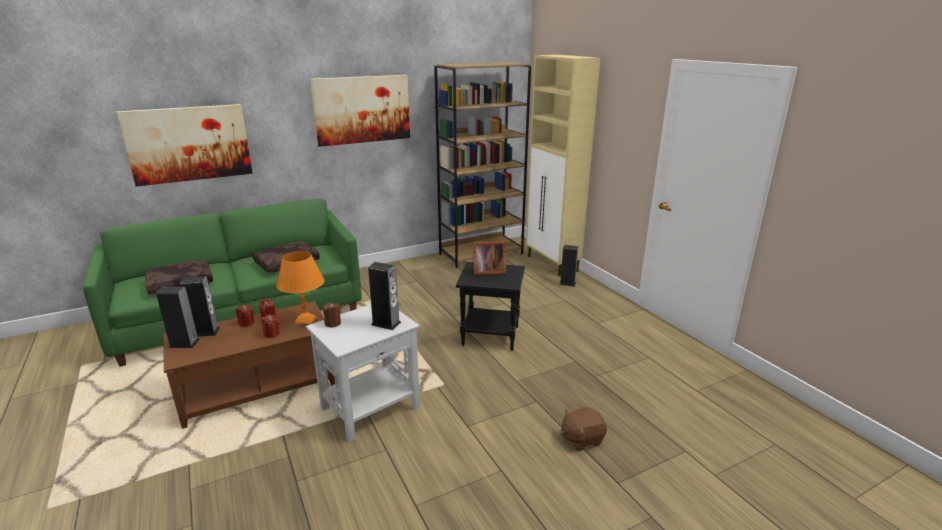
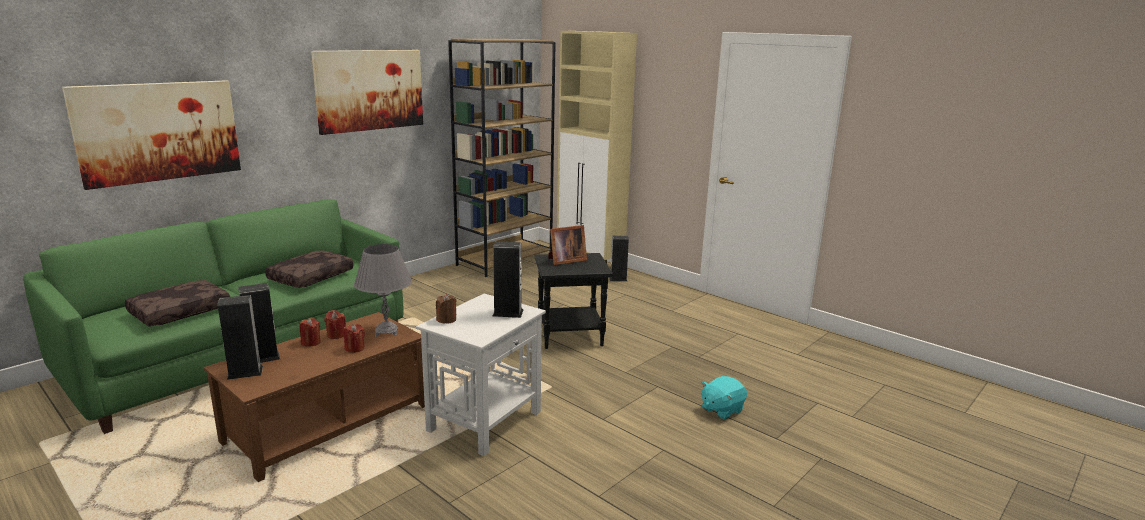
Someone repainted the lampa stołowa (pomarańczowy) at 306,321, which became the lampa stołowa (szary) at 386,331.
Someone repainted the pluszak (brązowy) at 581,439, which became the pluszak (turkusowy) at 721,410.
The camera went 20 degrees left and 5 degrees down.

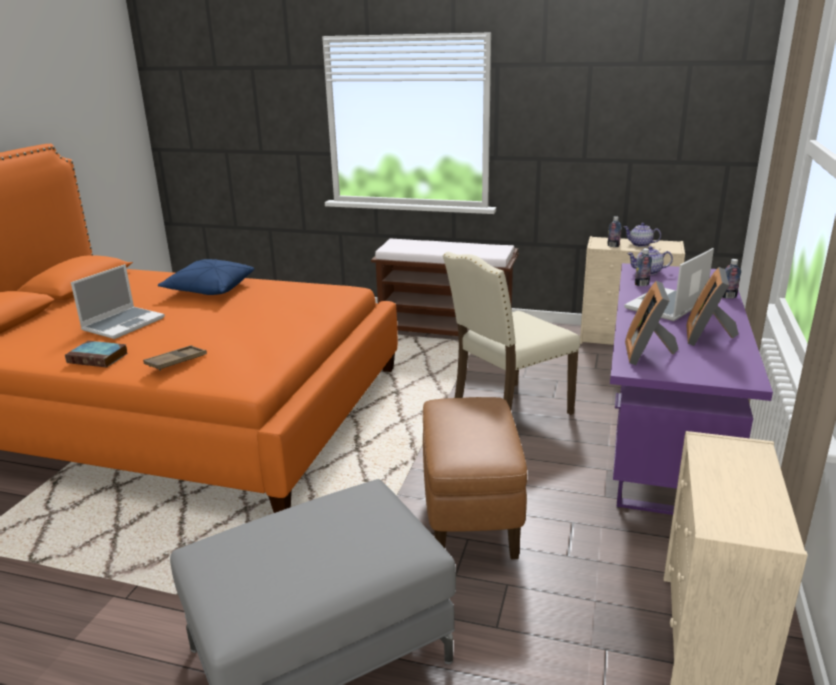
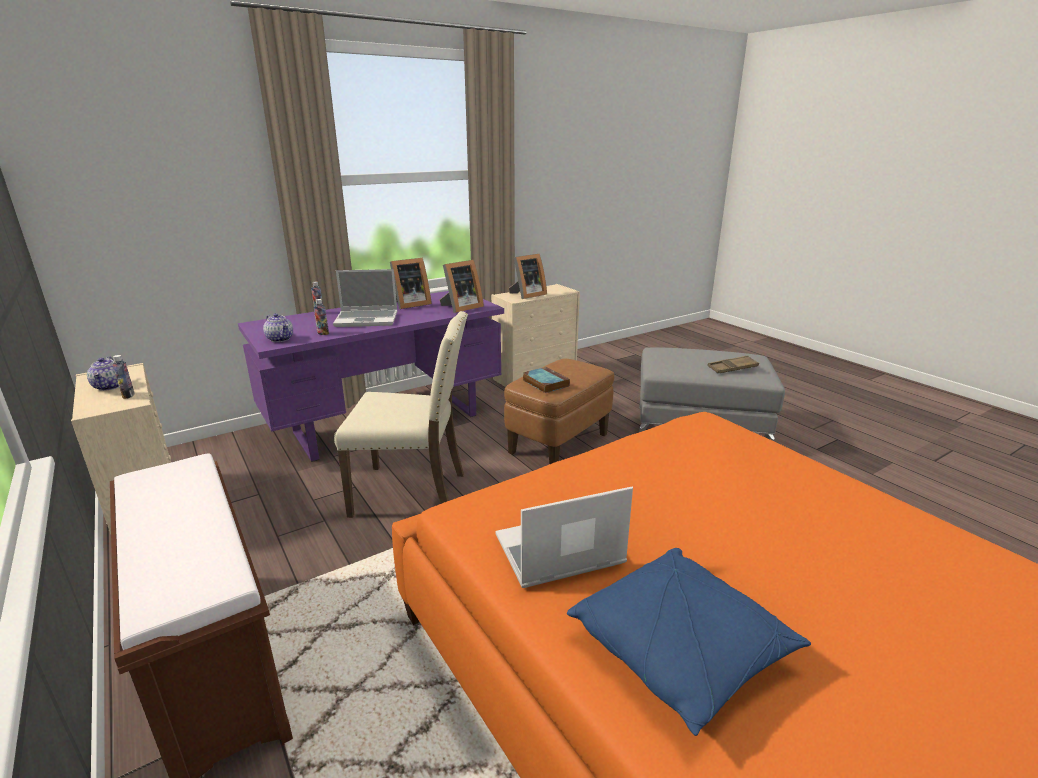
Someone carried the laptop from 123,324 to 558,552.
Someone carried the książka from 99,358 to 544,383.
Someone carried the taca (brązowy) from 176,361 to 732,368.
Someone put down the ramka na zdjęcie at 527,295.
The camera went 140 degrees left and 0 degrees up.

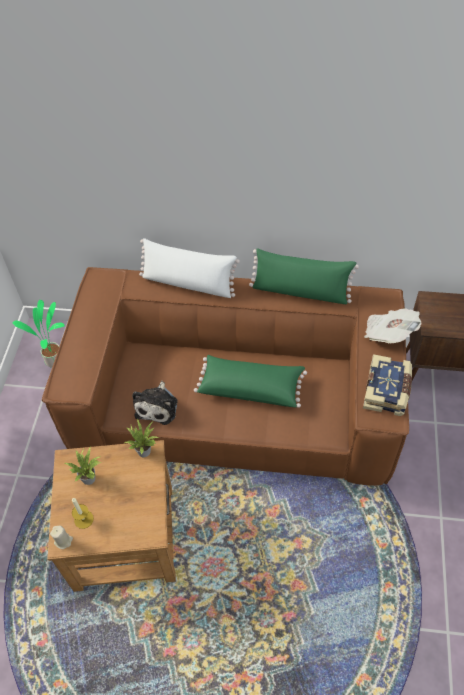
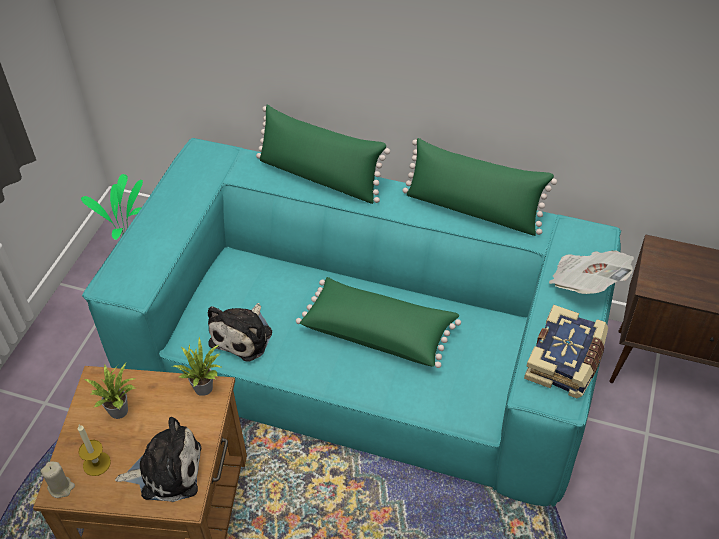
Someone repainted the poduszka (biały) at 188,283, which became the poduszka (zielony) at 320,177.
Someone repainted the kanapa (brązowy) at 235,403, which became the kanapa (turkusowy) at 362,359.
Someone put down the pluszak at 166,470.
The camera went 10 degrees right and 5 degrees down.

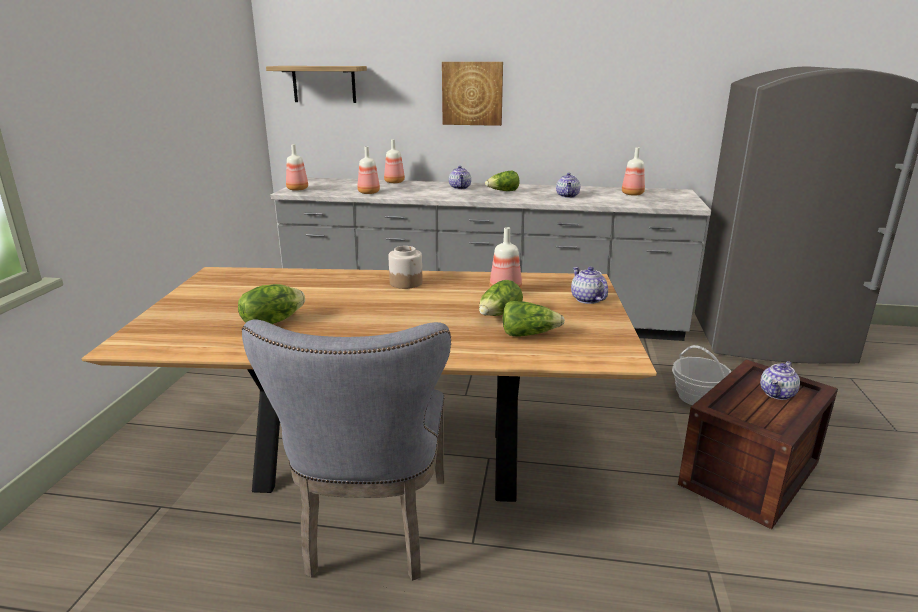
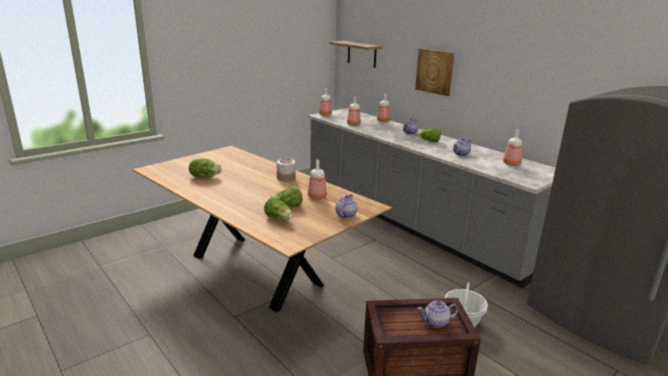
Someone took away the krzesło (szary) at 373,531.
The camera went 40 degrees right and 0 degrees up.

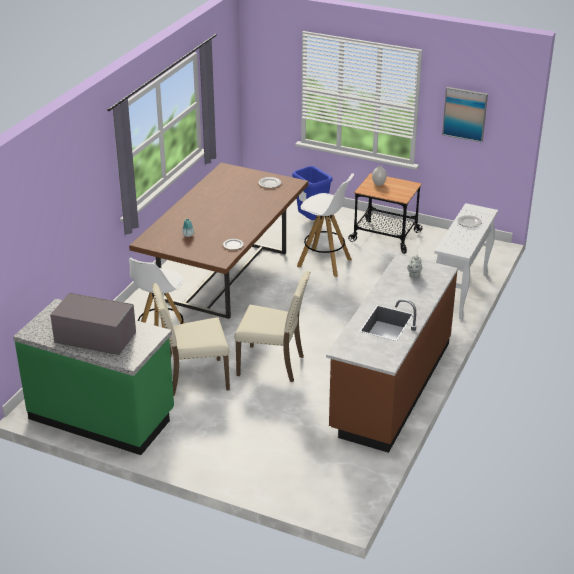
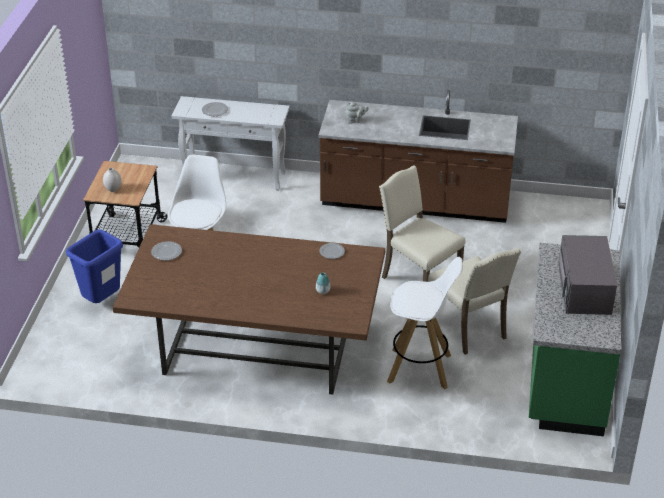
Someone took away the obraz at 465,114.
Someone rotated the krzesło (beżowy) at 272,365 by 45 degrees counterclockwise.
The camera went 105 degrees left and 5 degrees up.

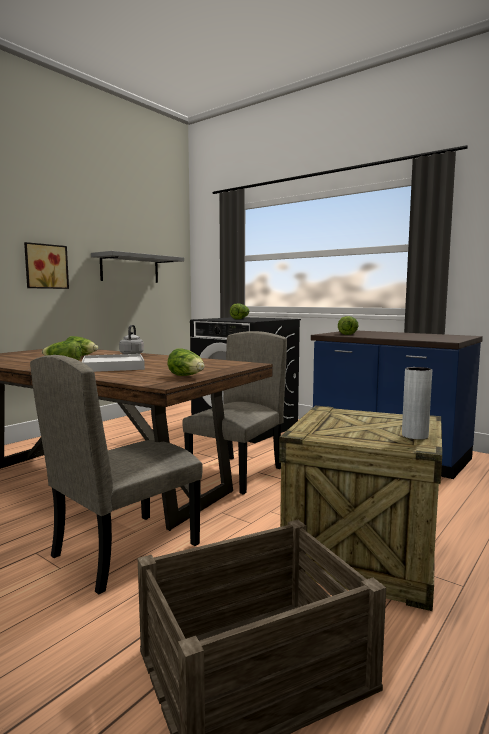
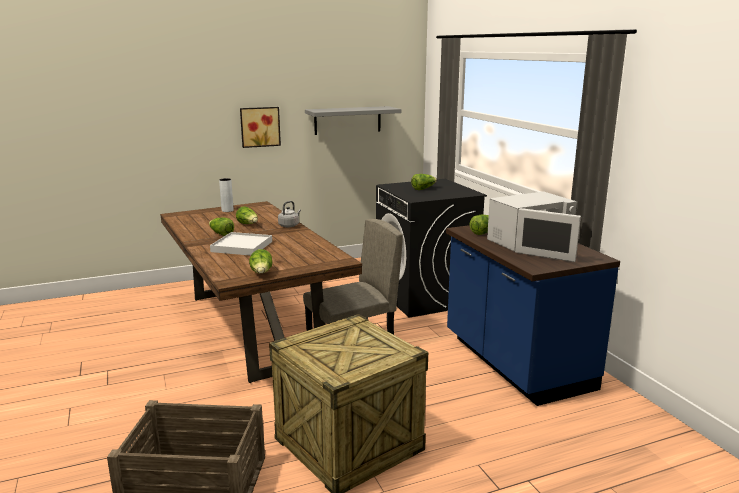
Someone took away the krzesło (beżowy) at 125,549.
Someone carried the wazon (szary) from 415,436 to 227,210.
Someone put down the mikrofalówka (biały) at 529,243.
The camera went 30 degrees right and 10 degrees up.

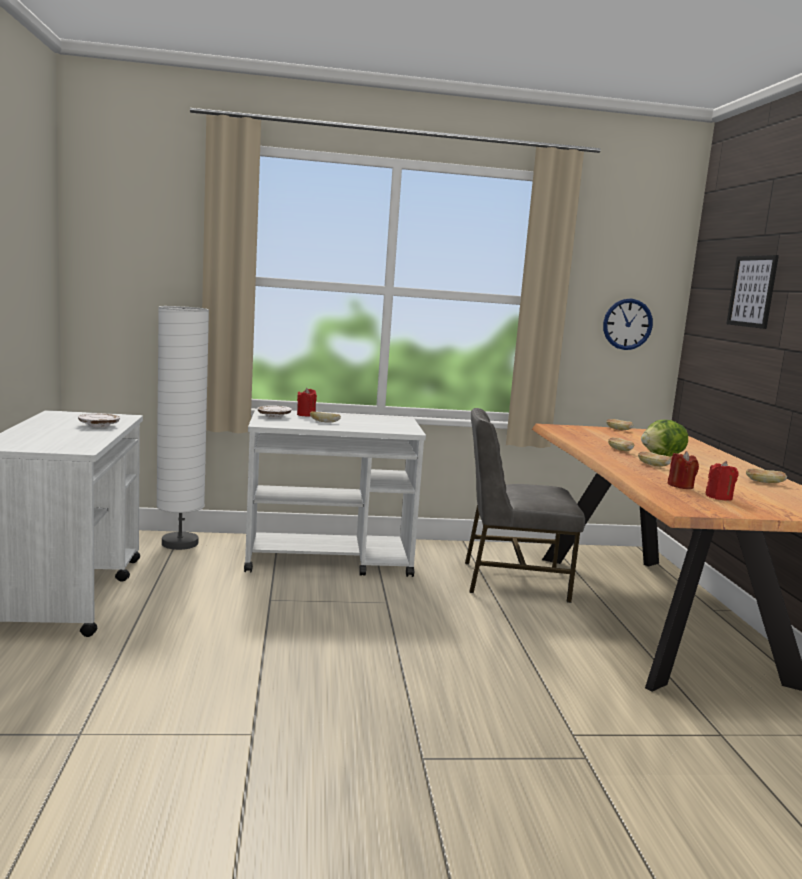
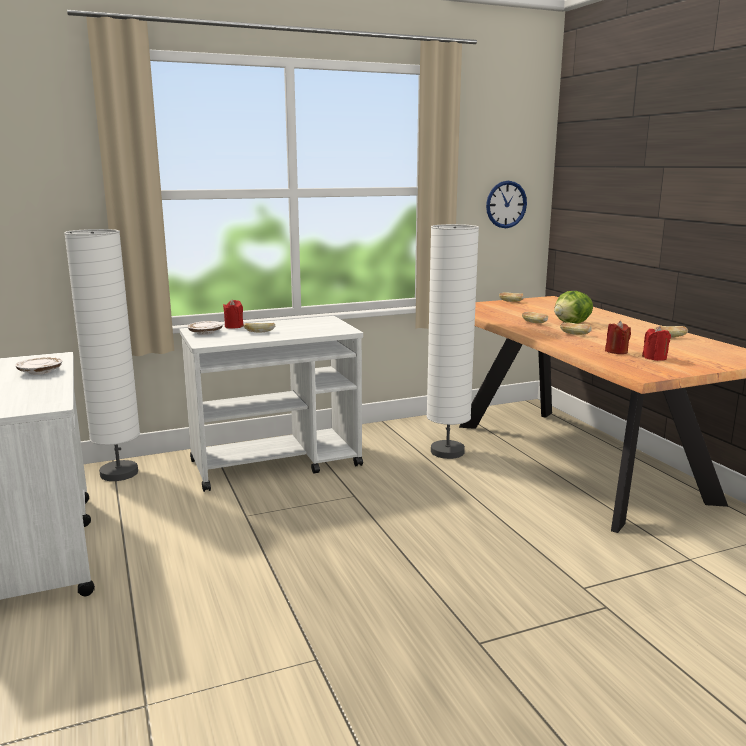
Someone took away the obraz at 752,291.
Someone swapped the krzesło (szary) at 512,580 for the lampa stojąca (biały) at 447,452.
The camera went 15 degrees left and 5 degrees up.

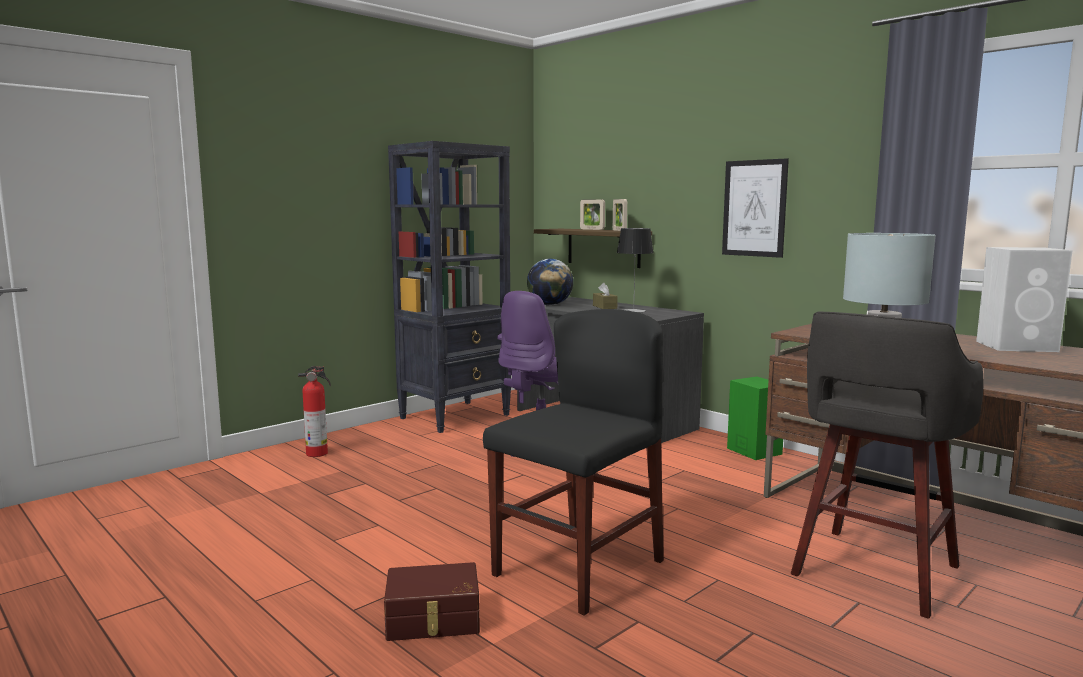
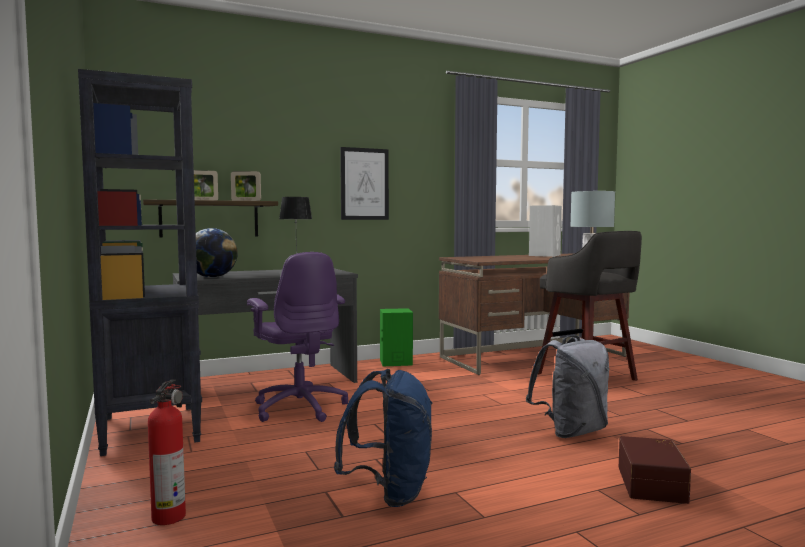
Someone took away the pudełko chusteczek (brązowy) at 604,307.
Someone swapped the krzesło (czarny) at 578,568 for the plecak (szary) at 571,431.
Someone put down the plecak (niebieski) at 389,492.
The camera went 70 degrees left and 5 degrees down.

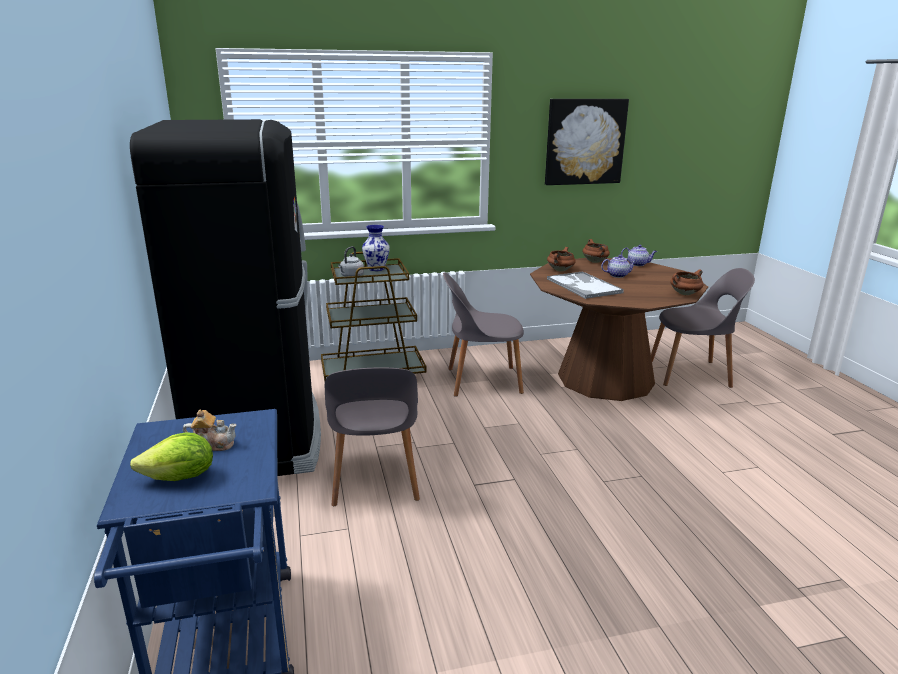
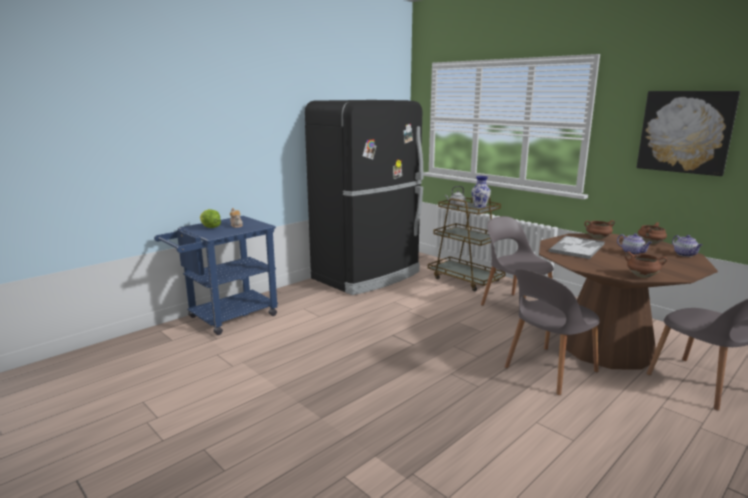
Someone carried the krzesło (szary) from 374,479 to 549,370.
The camera went 60 degrees right and 5 degrees down.

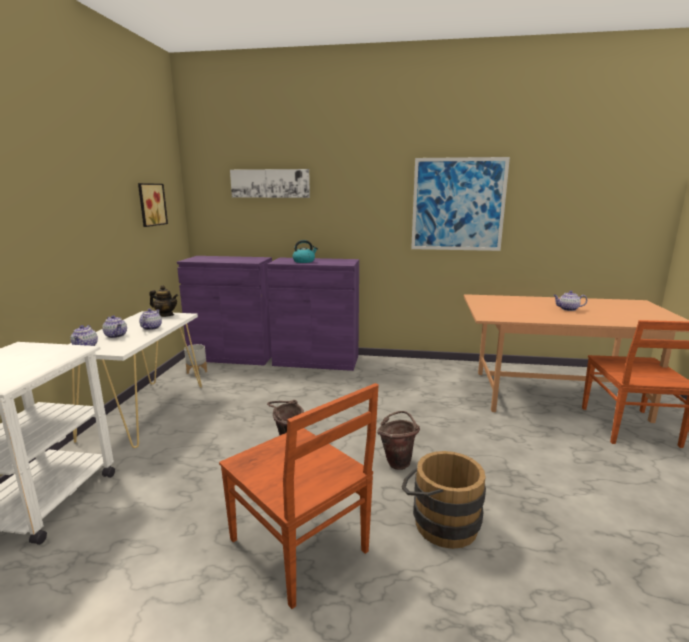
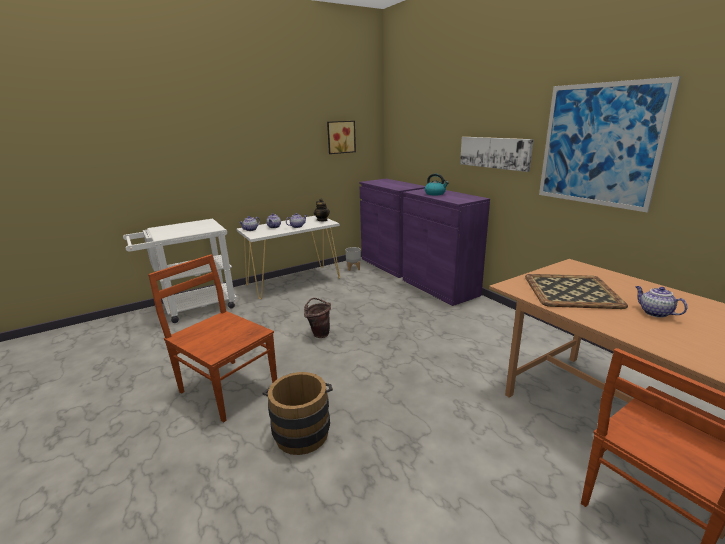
Someone carried the obraz from 270,183 to 494,152.
Someone rotated the krzesło (brązowy) at 300,547 by 120 degrees clockwise.
Someone took away the wiadro (brązowy) at 398,461.
Someone put down the taca at 572,291.
The camera went 50 degrees right and 5 degrees up.

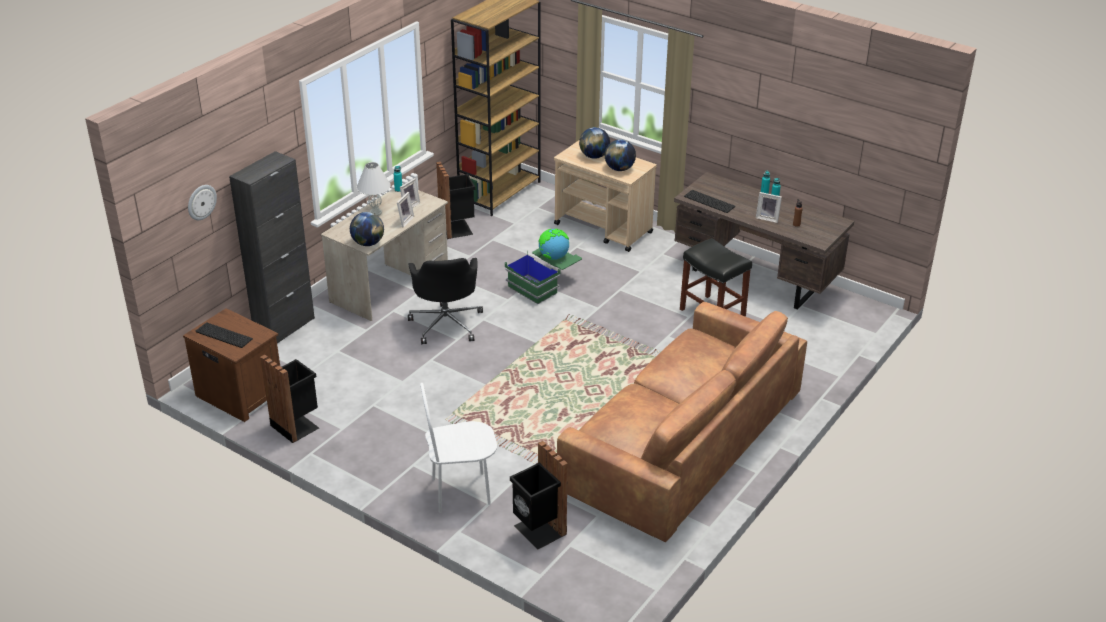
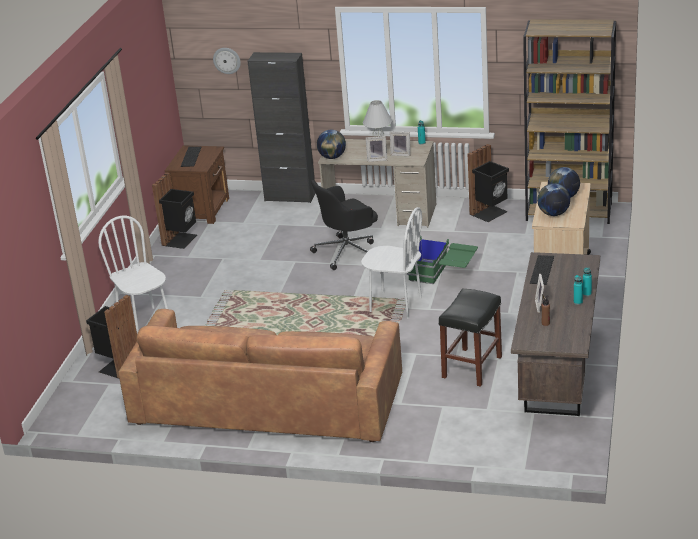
Someone took away the globus at 553,257.
Someone put down the krzesło (biały) at 395,305.
The camera went 70 degrees right and 5 degrees down.

